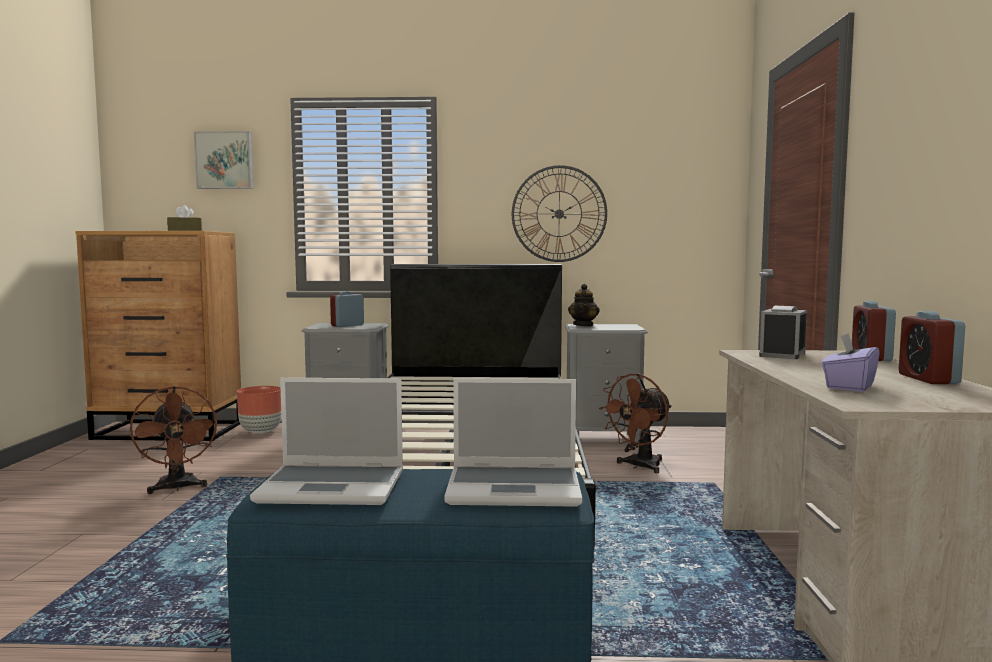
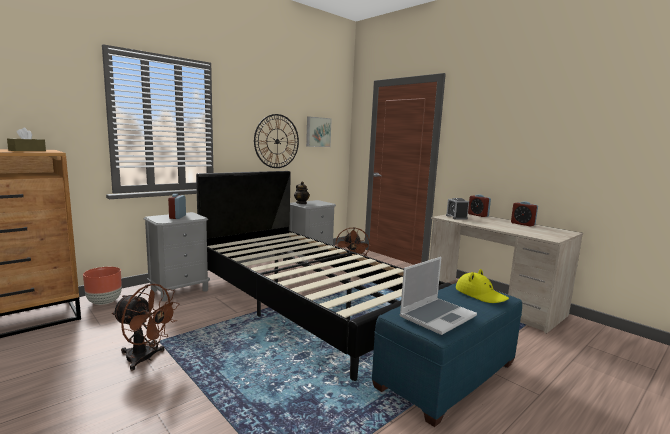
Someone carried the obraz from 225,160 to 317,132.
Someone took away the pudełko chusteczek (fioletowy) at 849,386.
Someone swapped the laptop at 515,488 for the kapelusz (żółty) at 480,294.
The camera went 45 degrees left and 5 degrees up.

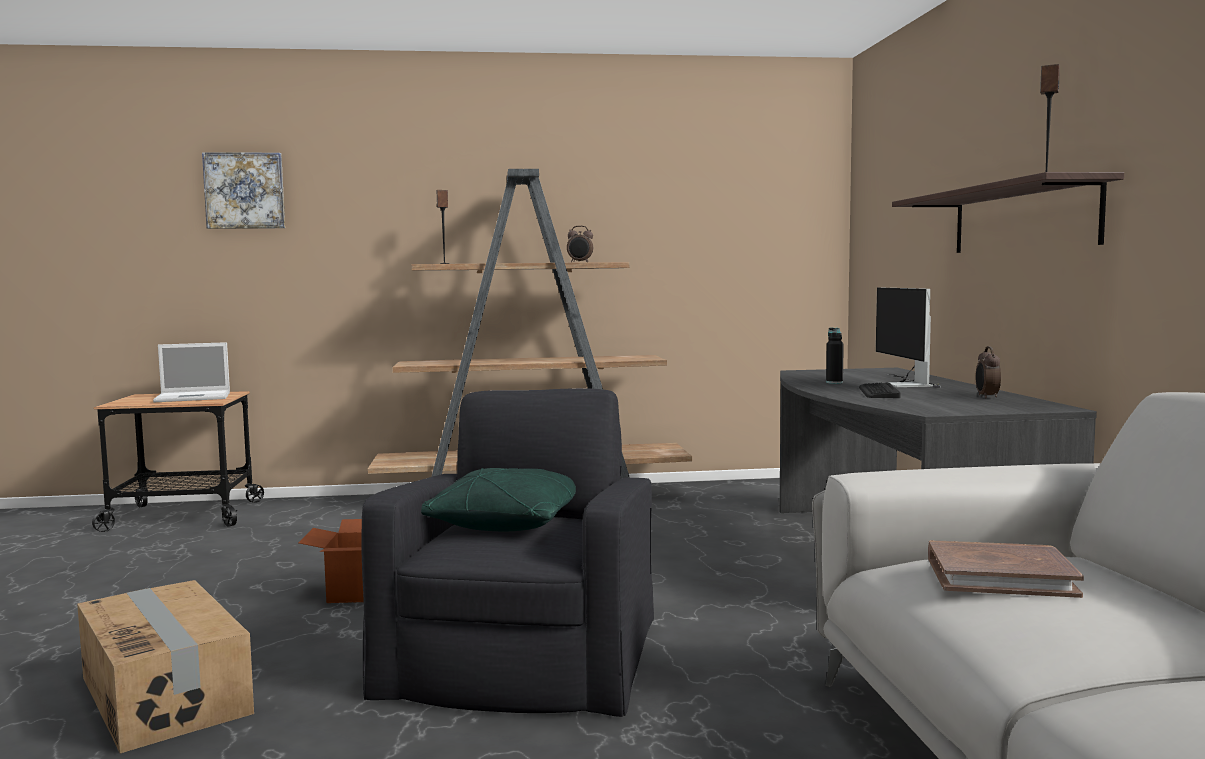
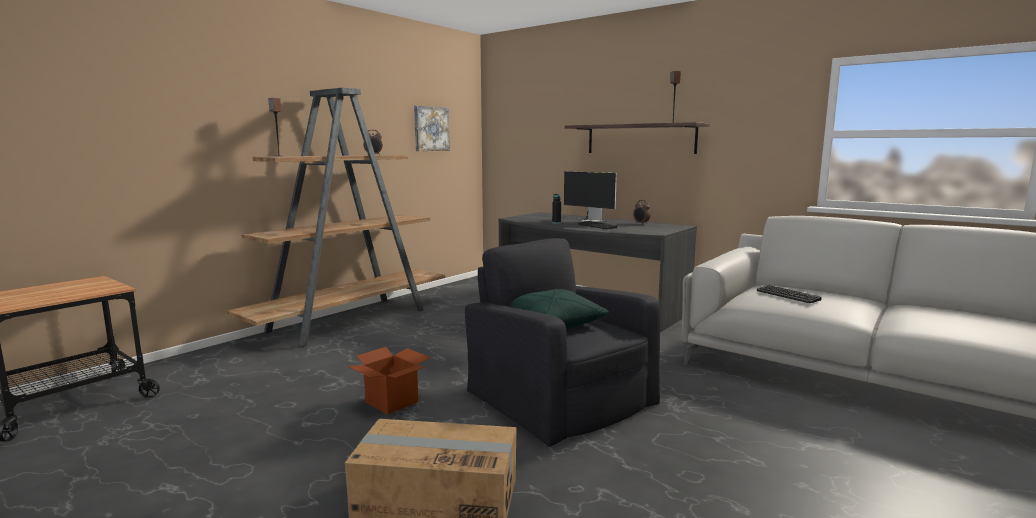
Someone carried the obraz from 245,191 to 431,129.
Someone took away the laptop at 194,397.
Someone swapped the książka (brązowy) at 999,576 for the klawiatura at 787,295.
The camera went 45 degrees left and 5 degrees up.

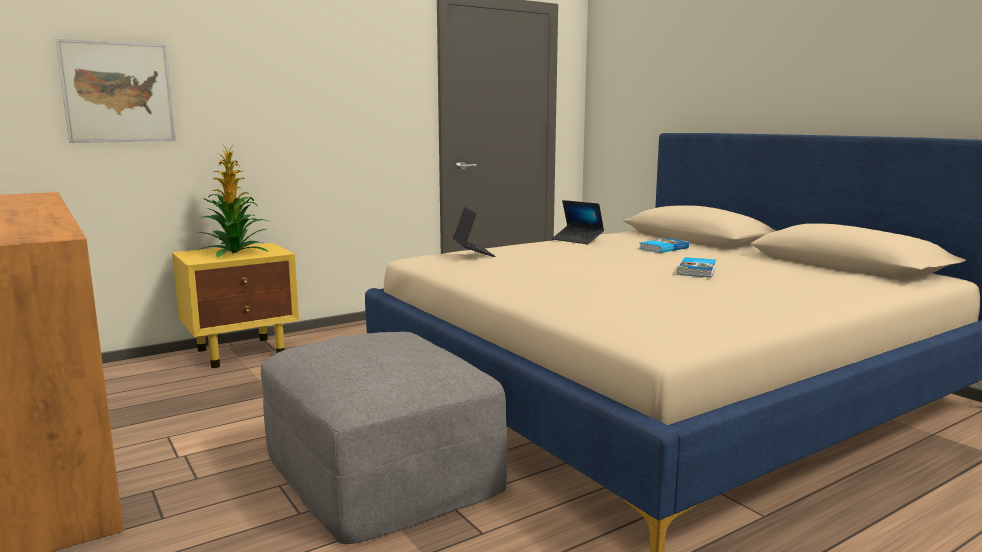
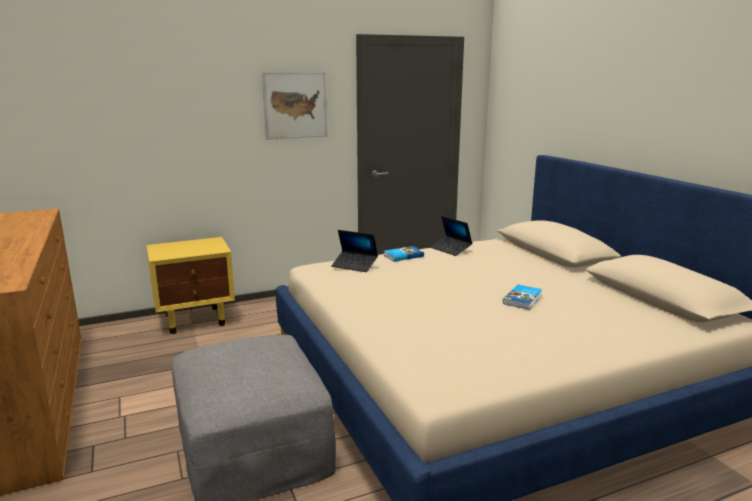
Someone carried the obraz from 118,92 to 295,105.
Someone took away the roślina doniczkowa at 236,252.
Someone rotated the laptop at 473,253 by 120 degrees clockwise.
Someone carried the książka from 663,248 to 403,256.
The camera went 10 degrees right and 5 degrees up.

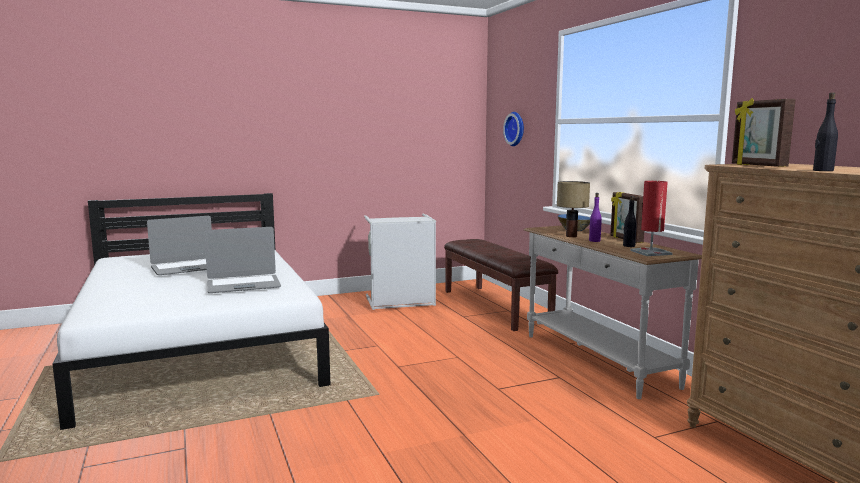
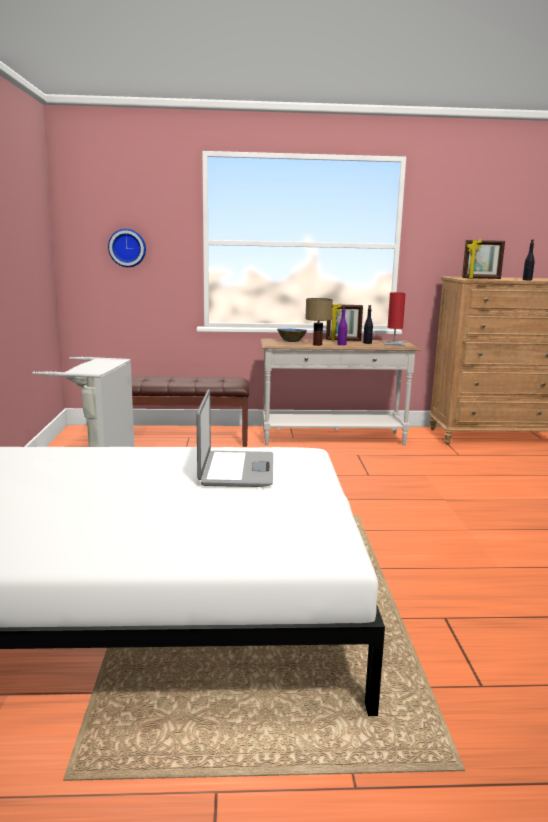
Someone took away the laptop at 187,268.
The camera went 70 degrees left and 5 degrees up.

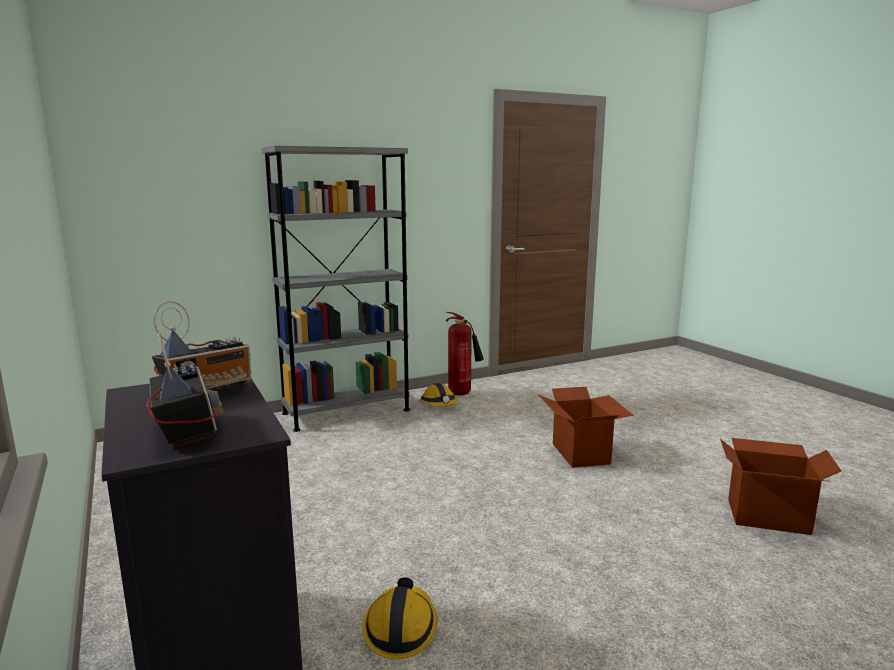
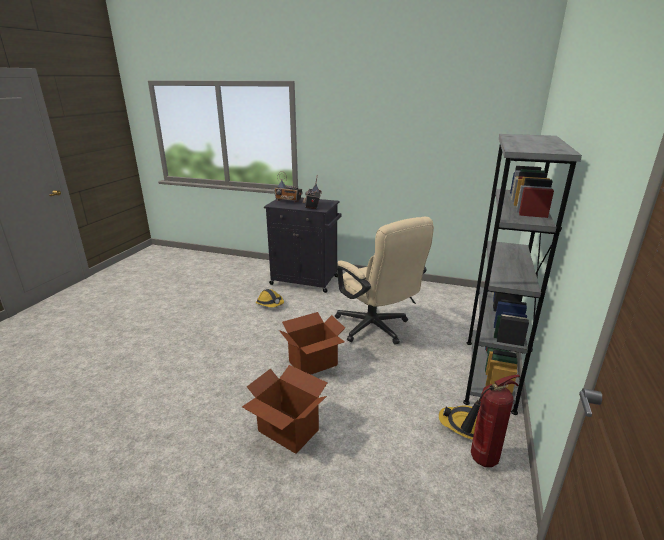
Someone carried the karton from 767,516 to 313,363.
Someone put down the krzesło biurowe (beżowy) at 376,329.
The camera went 135 degrees right and 10 degrees up.

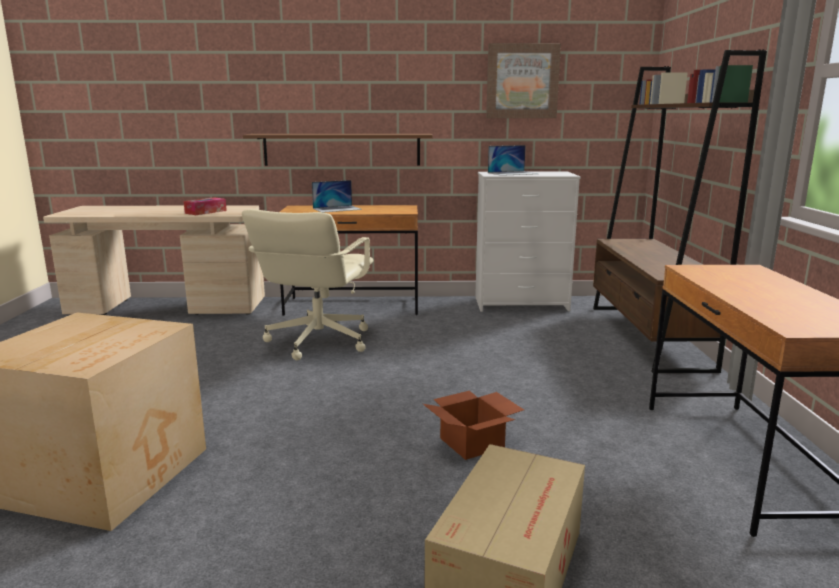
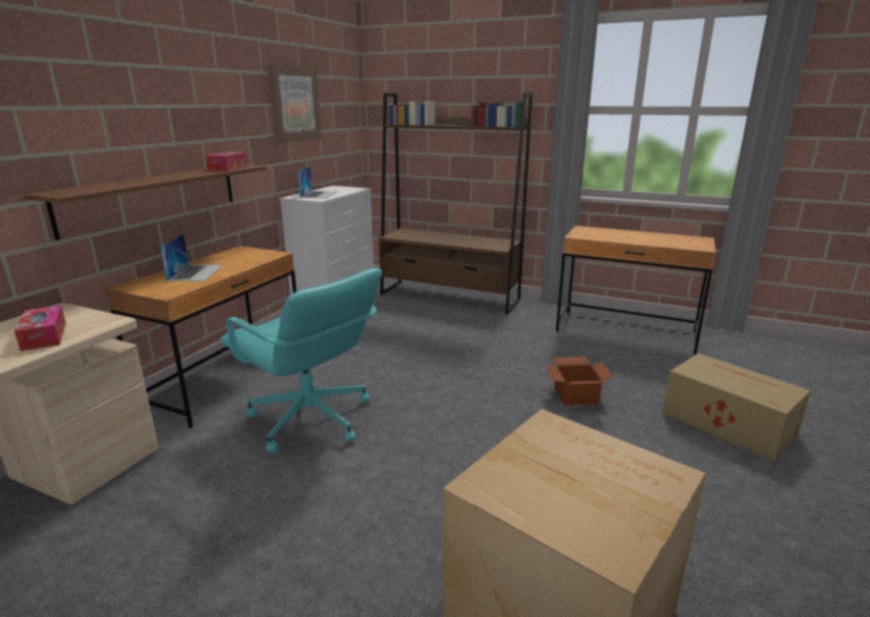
Someone repainted the krzesło biurowe (beżowy) at 317,342, which became the krzesło biurowe (turkusowy) at 310,420.
Someone put down the pudełko chusteczek at 227,168.
The camera went 65 degrees left and 5 degrees up.

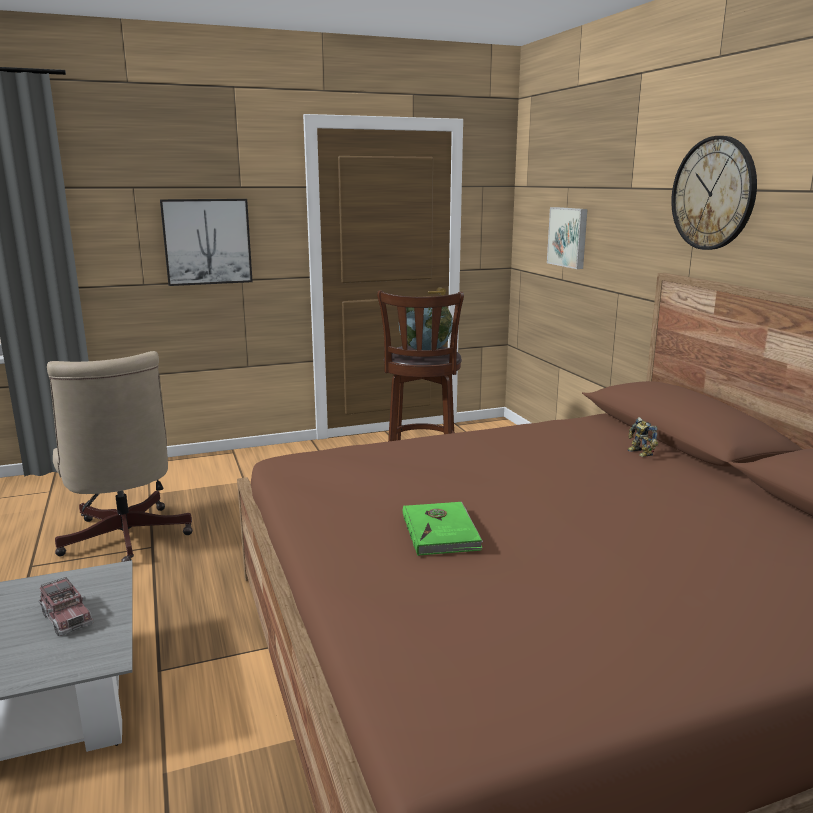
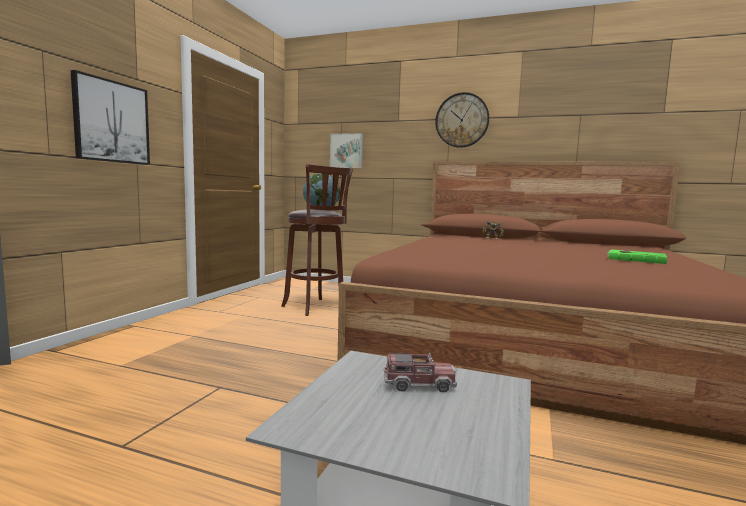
Someone took away the krzesło biurowe (beżowy) at 125,541.
Someone carried the książka (zielony) from 441,531 to 635,259.
The camera went 50 degrees left and 10 degrees down.

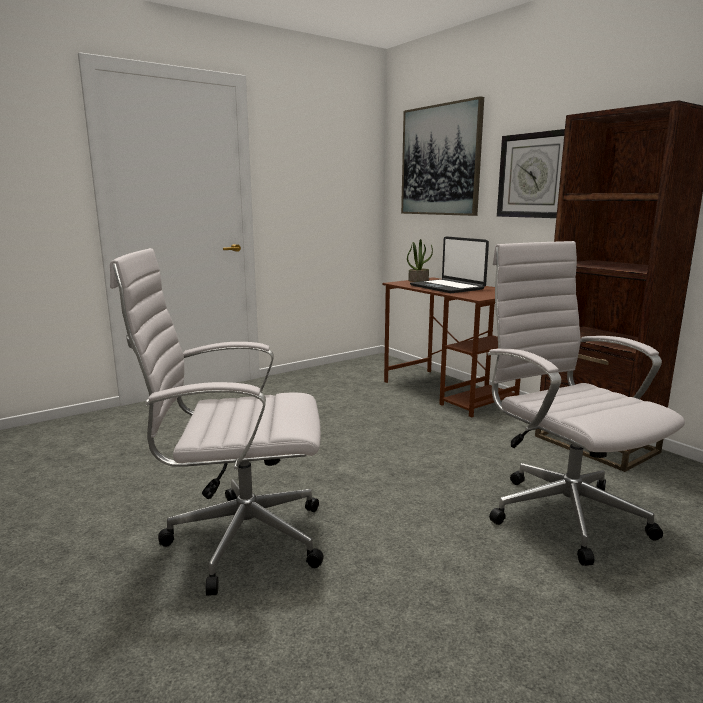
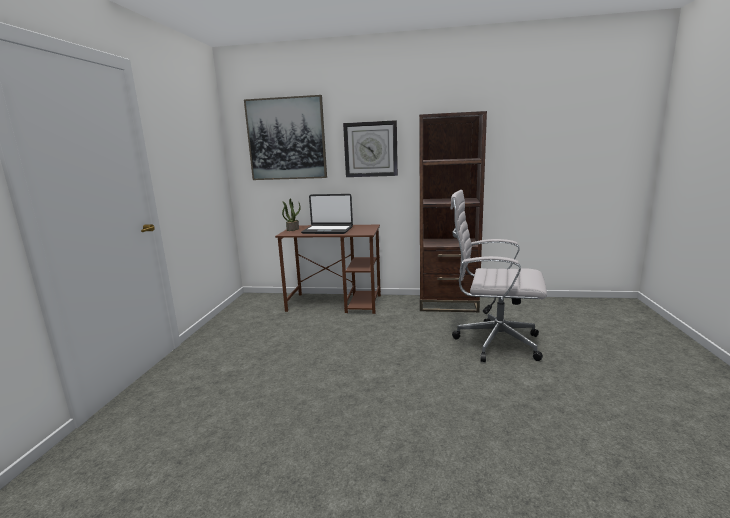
Someone took away the krzesło biurowe (biały) at 238,539.
The camera went 45 degrees left and 0 degrees up.

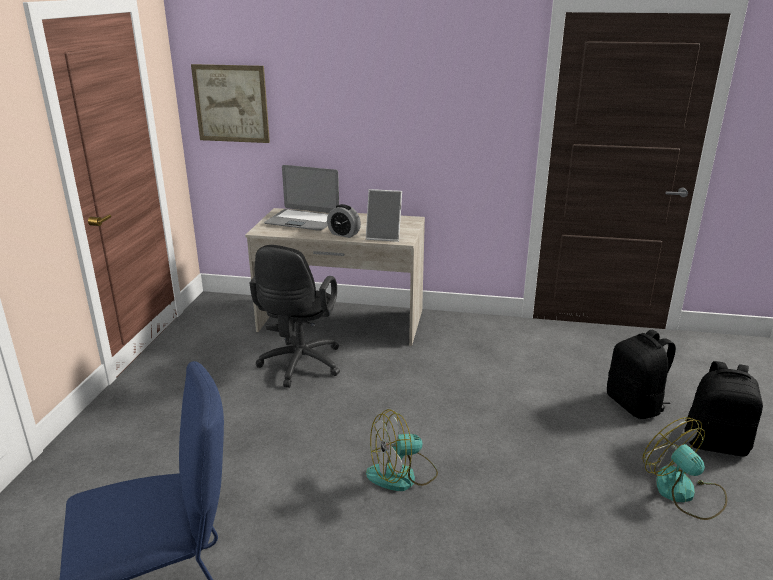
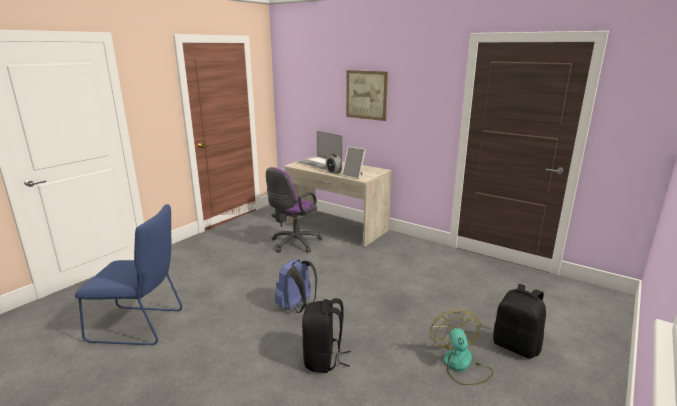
Someone carried the obraz from 231,103 to 366,95.
Someone repainted the krzesło biurowe (czarny) at 299,366, which became the krzesło biurowe (fioletowy) at 293,244.
Someone carried the plecak (czarny) from 635,405 to 323,359.
Someone swapped the wentylator at 402,475 for the plecak (niebieski) at 297,307.
The camera went 25 degrees right and 5 degrees down.

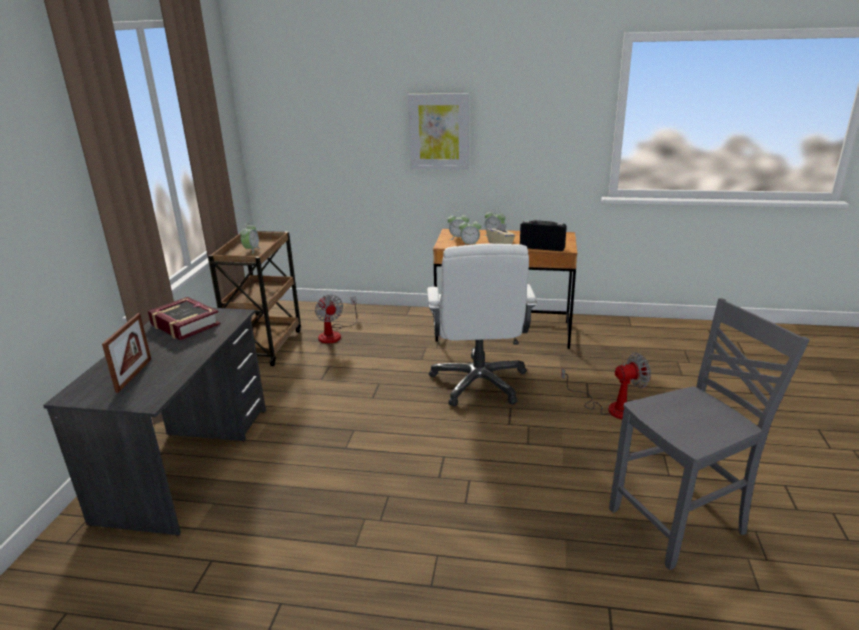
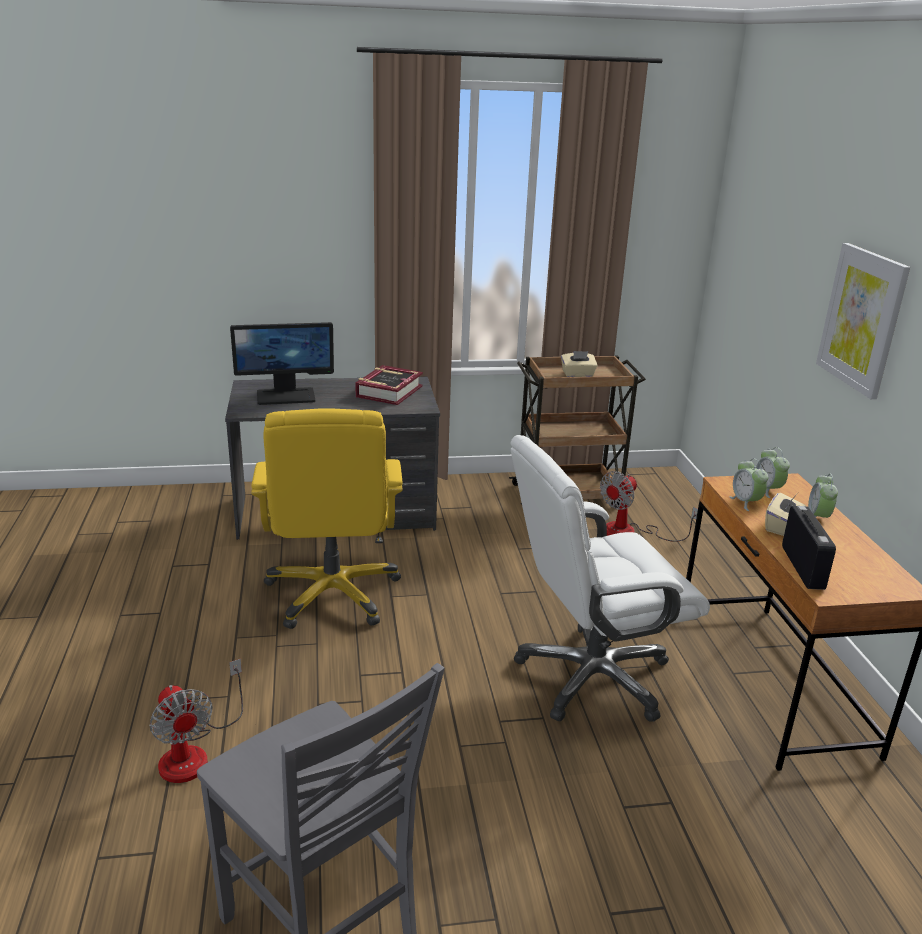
Someone swapped the budzik at 251,250 for the pudełko chusteczek (beżowy) at 578,374.
Someone swapped the ramka na zdjęcie at 134,375 for the monitor at 286,396.
Someone carried the wentylator from 612,408 to 194,752.
Someone put down the krzesło biurowe (żółty) at 333,593.
The camera went 70 degrees right and 0 degrees up.

